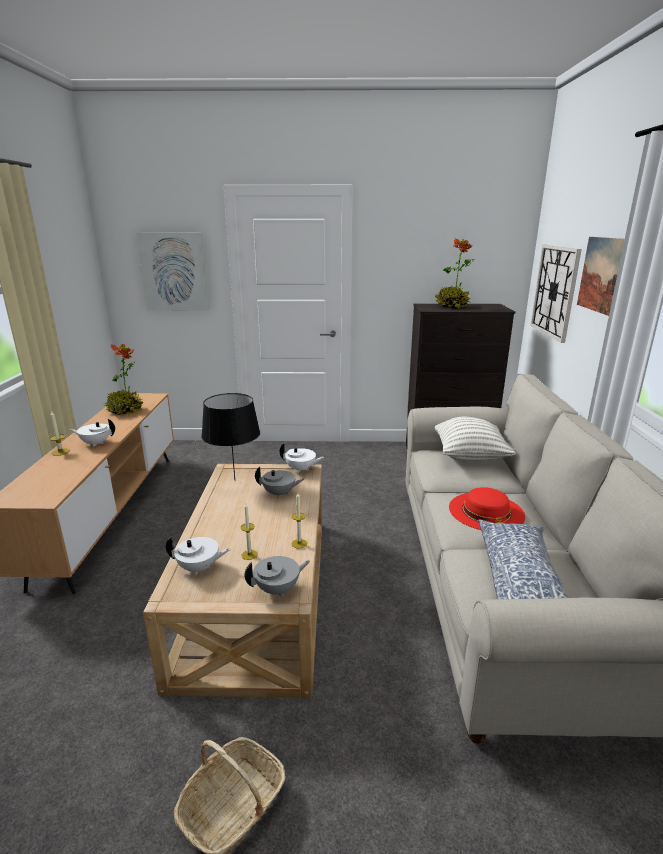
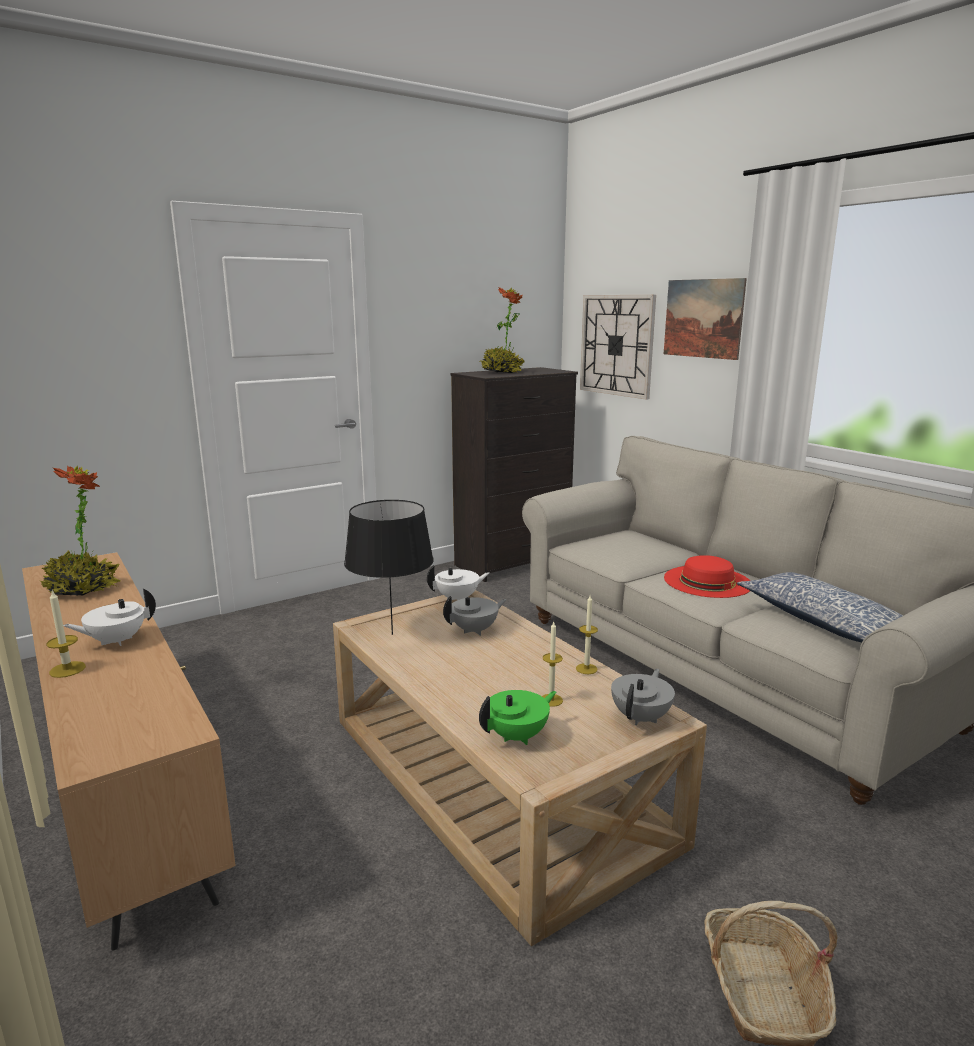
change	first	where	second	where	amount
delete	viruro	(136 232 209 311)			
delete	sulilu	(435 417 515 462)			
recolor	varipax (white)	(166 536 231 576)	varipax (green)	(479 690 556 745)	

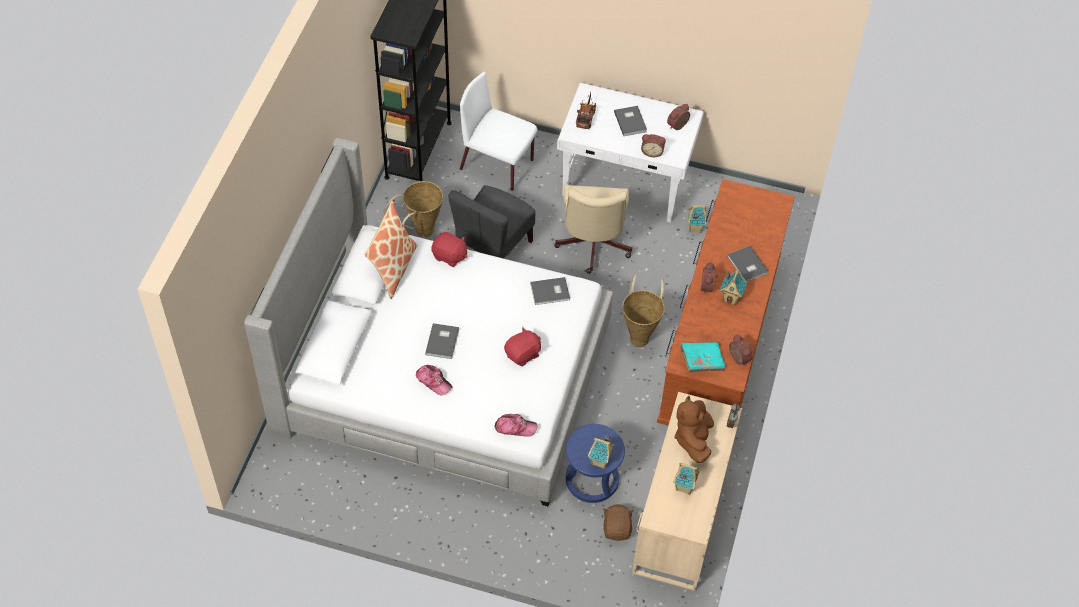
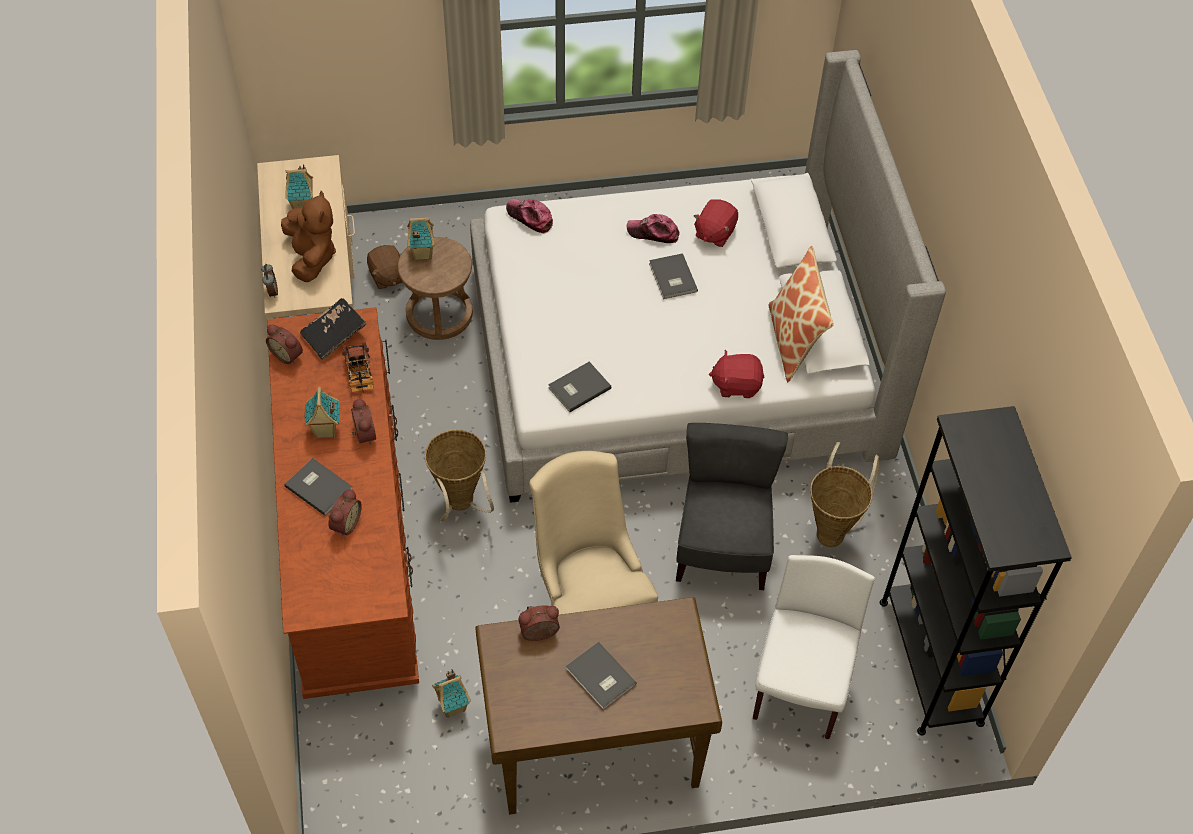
change	first	where	second	where	amount
move	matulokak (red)	(504 327 541 366)		(694 199 738 247)	
move	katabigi	(576 92 596 129)		(343 342 374 393)	
move	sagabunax	(667 104 690 130)		(328 489 362 537)	
recolor	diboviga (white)	(557 83 704 223)	diboviga (brown)	(475 597 722 815)	
recolor	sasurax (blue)	(566 424 625 503)	sasurax (brown)	(398 237 473 340)	
recolor	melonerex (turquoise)	(680 342 725 372)	melonerex (black)	(300 298 366 360)	
rotate	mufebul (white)	(460 72 537 191)		(753 555 875 739)	75 degrees counterclockwise
rotate	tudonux	(495 414 537 437)		(506 198 553 233)	60 degrees clockwise

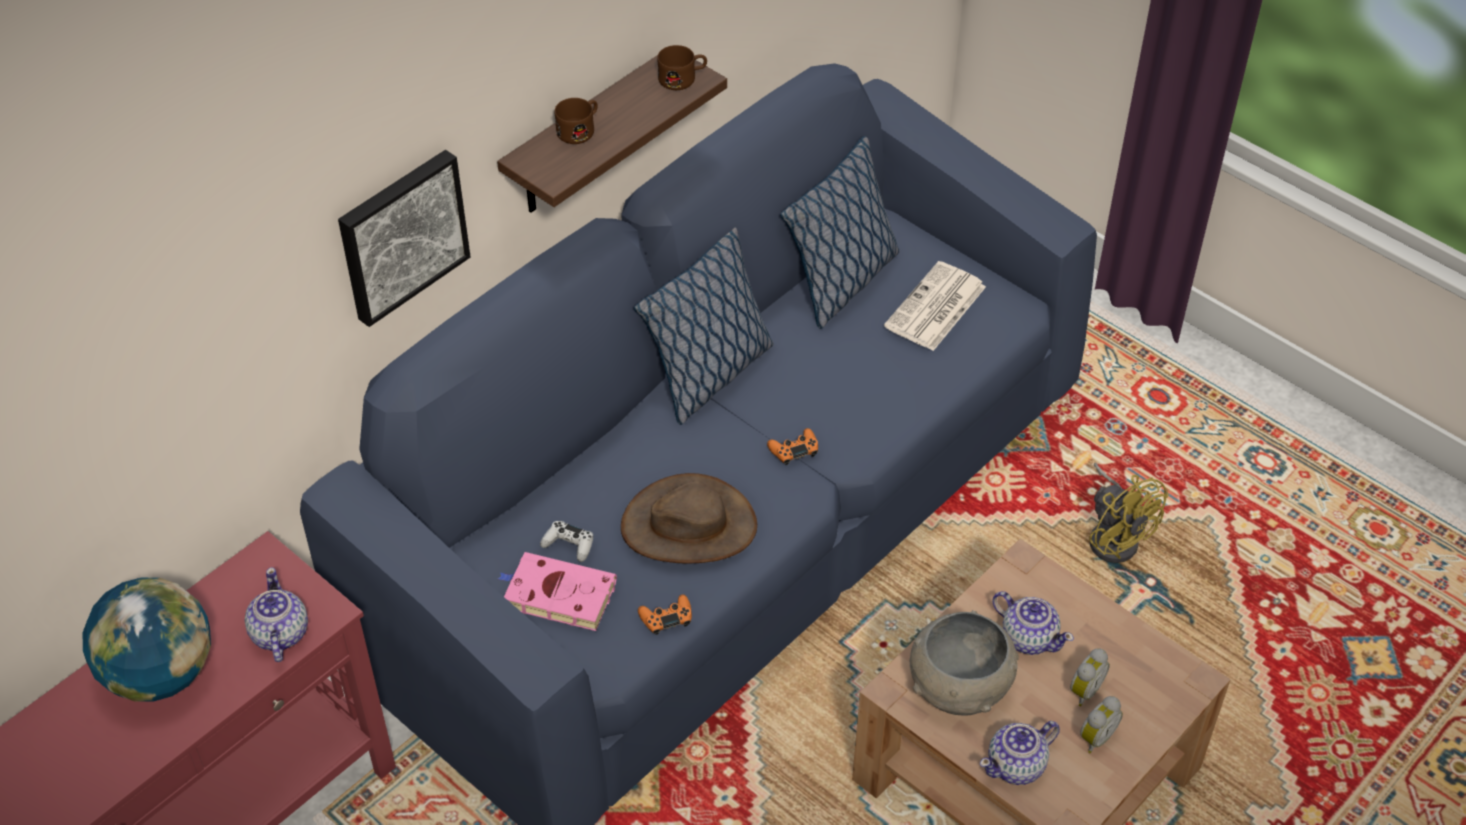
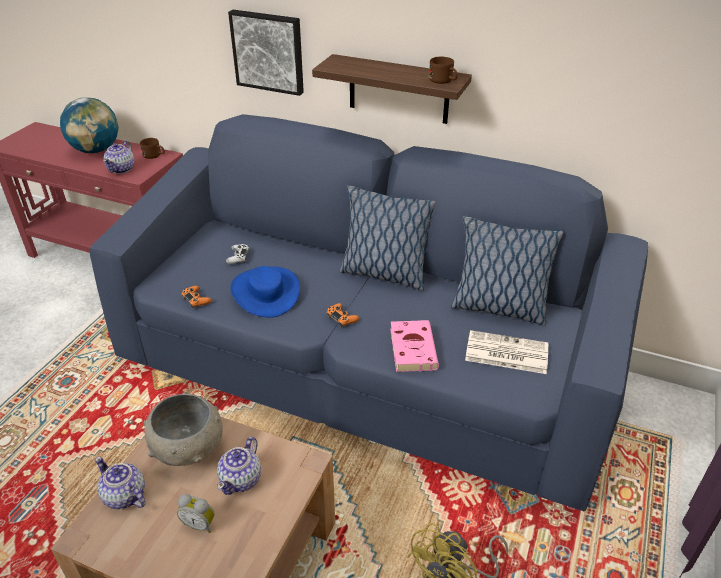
change	first	where	second	where	amount
delete	sagabunax	(1080 696 1123 753)			
move	melonerex (pink)	(498 552 617 631)		(390 320 439 372)	
move	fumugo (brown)	(555 98 598 144)		(140 138 165 159)	
recolor	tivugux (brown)	(621 473 757 563)	tivugux (blue)	(230 266 300 318)	
rotate	varipax	(244 567 308 662)		(103 141 134 174)	135 degrees clockwise

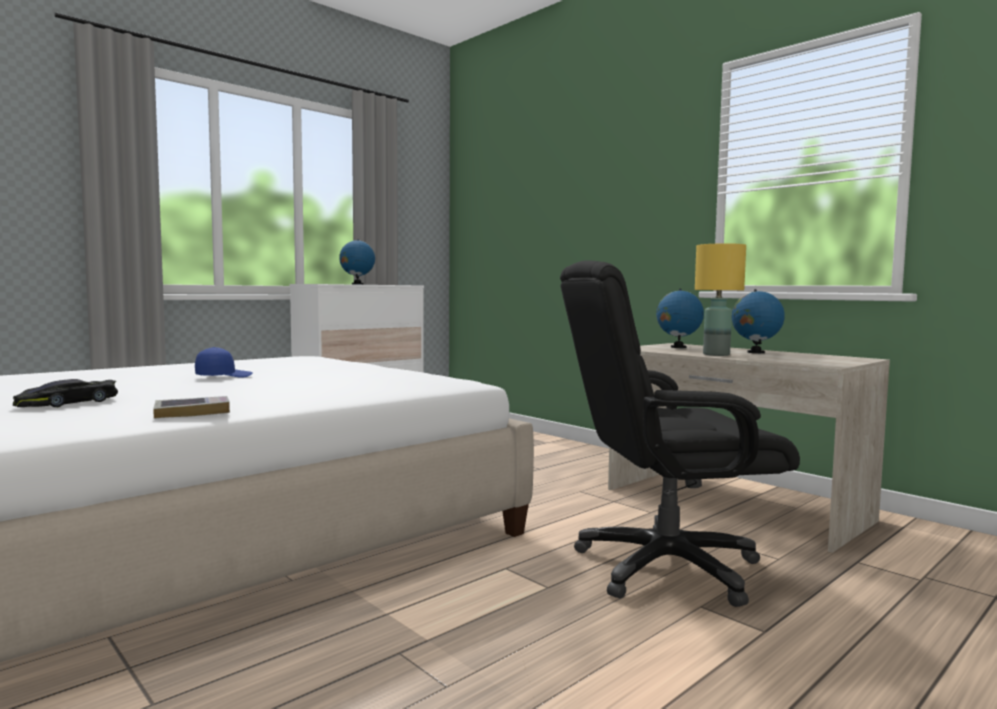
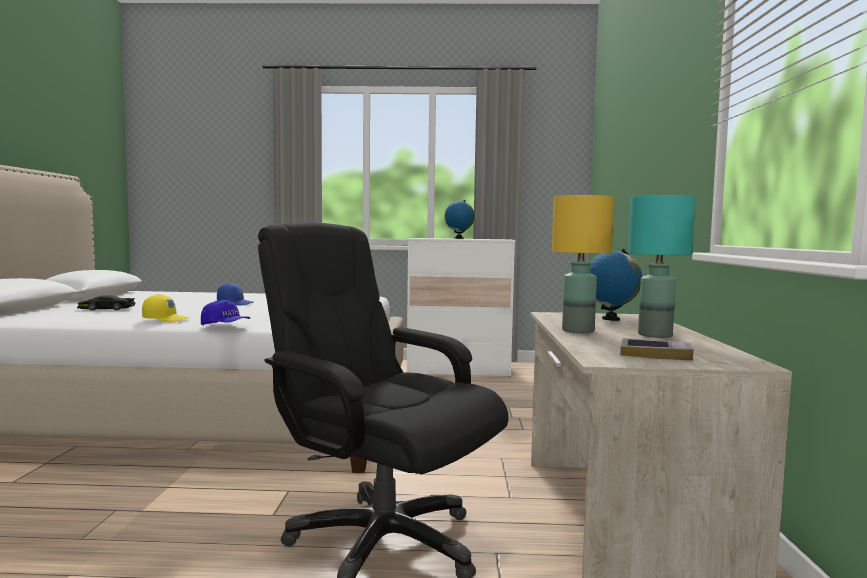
change	first	where	second	where	amount
insert			tudonux (yellow)	(142 294 189 322)	
insert			tudonux (blue)	(201 300 250 325)	
move	melonerex	(153 396 230 419)		(620 338 694 361)	
replace	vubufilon	(732 289 785 353)	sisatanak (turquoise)	(628 195 695 338)	

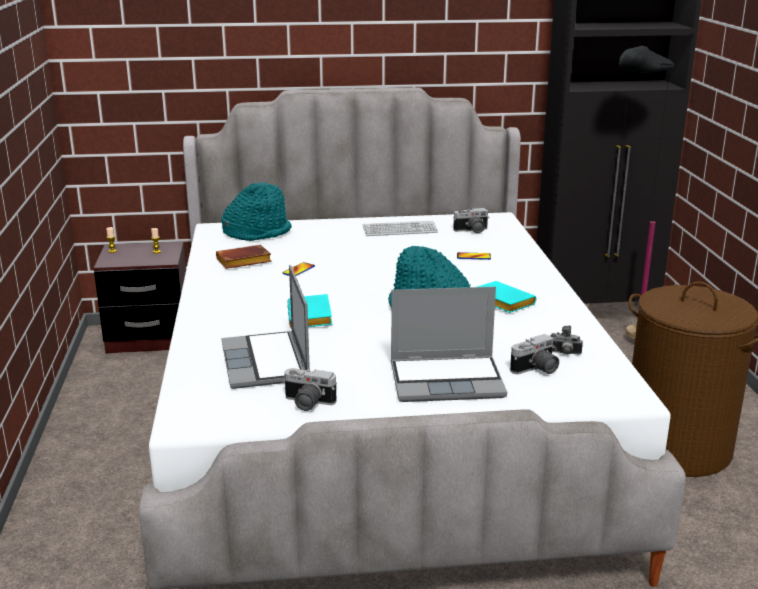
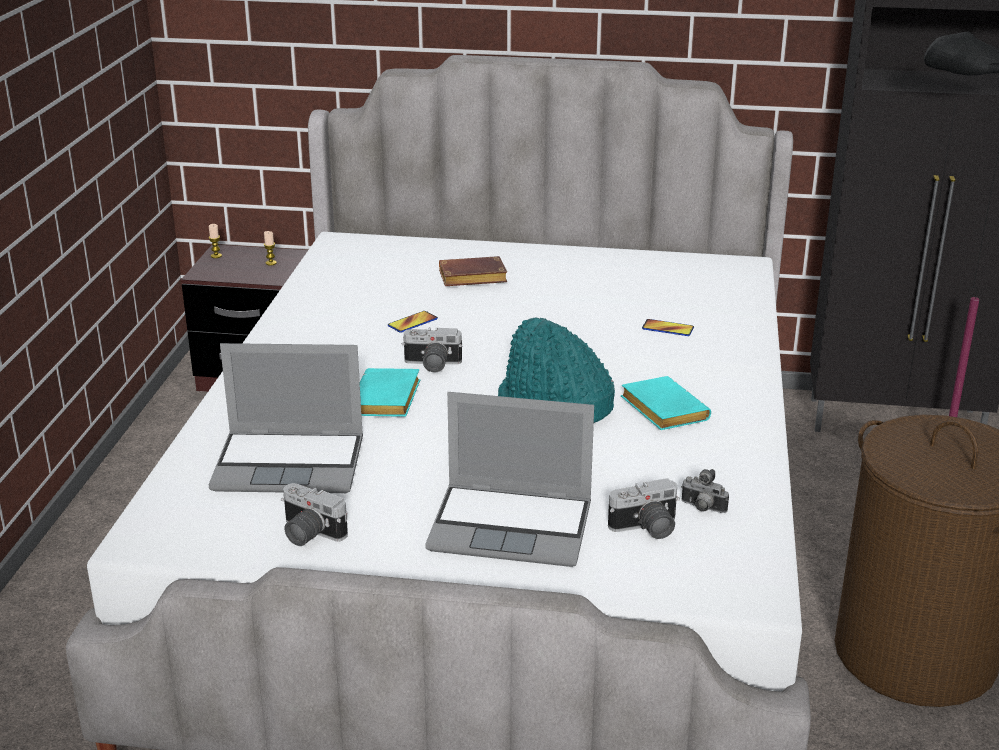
change	first	where	second	where	amount
delete	tivugux (turquoise)	(221 182 291 241)			
delete	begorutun	(363 221 438 236)			
move	melonerex (brown)	(216 245 272 269)		(439 256 507 286)	
move	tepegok	(453 208 488 233)		(402 327 463 372)	
rotate	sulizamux	(221 265 310 389)		(208 343 363 493)	90 degrees counterclockwise

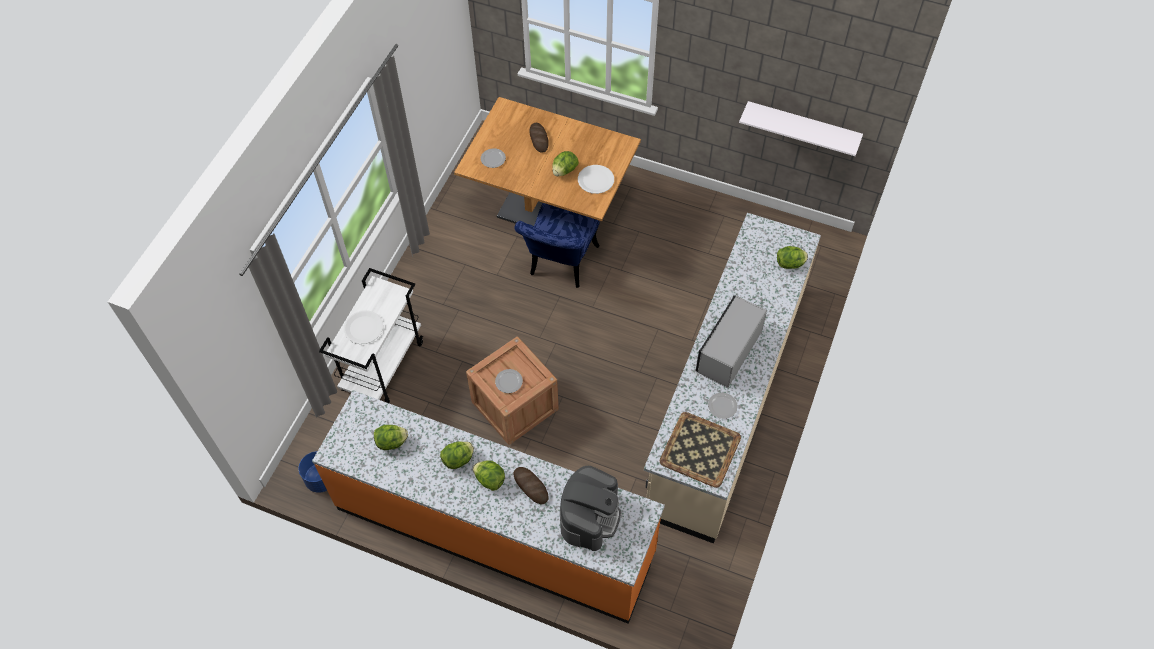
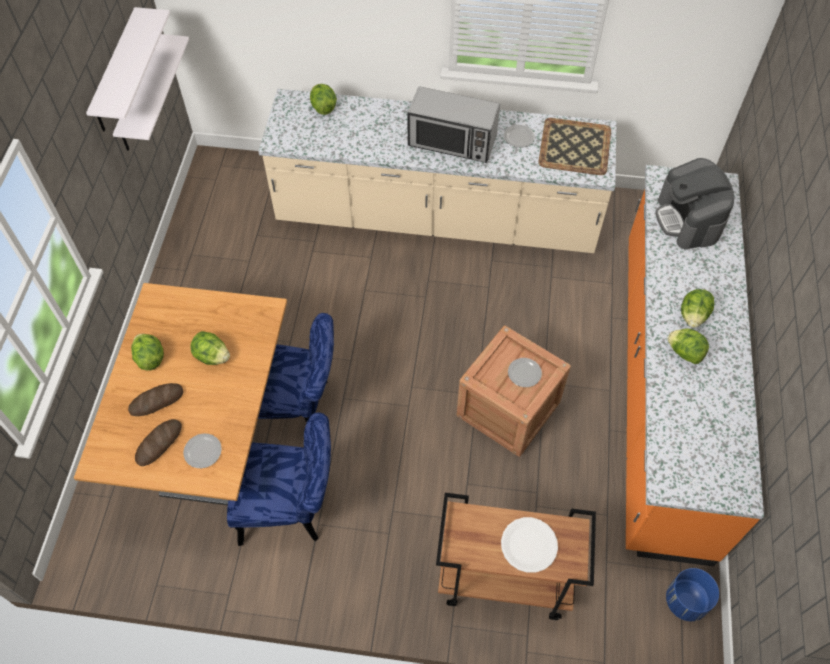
change	first	where	second	where	amount
delete	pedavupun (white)	(578 165 614 194)			
insert			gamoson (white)	(86 7 170 131)	
insert			mufebul (blue)	(227 412 331 546)	
move	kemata	(374 425 408 450)		(131 334 164 371)	
move	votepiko	(513 467 549 504)		(135 419 182 466)	
recolor	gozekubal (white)	(319 268 423 403)	gozekubal (brown)	(436 493 596 620)	
rotate	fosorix	(560 466 621 551)		(655 158 734 250)	105 degrees counterclockwise

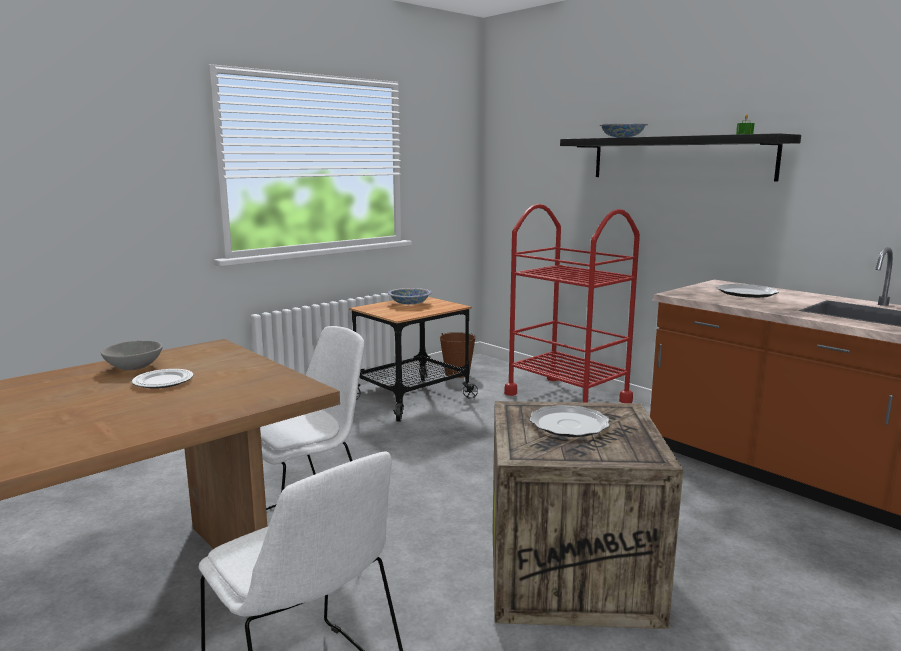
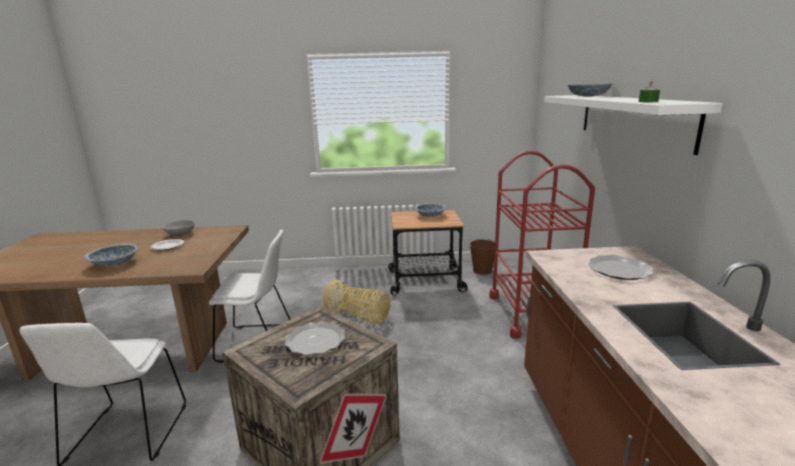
change	first	where	second	where	amount
insert			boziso	(84 244 139 267)	
insert			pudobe	(323 280 391 324)	
recolor	gamoson (black)	(560 133 801 182)	gamoson (white)	(544 95 723 155)	

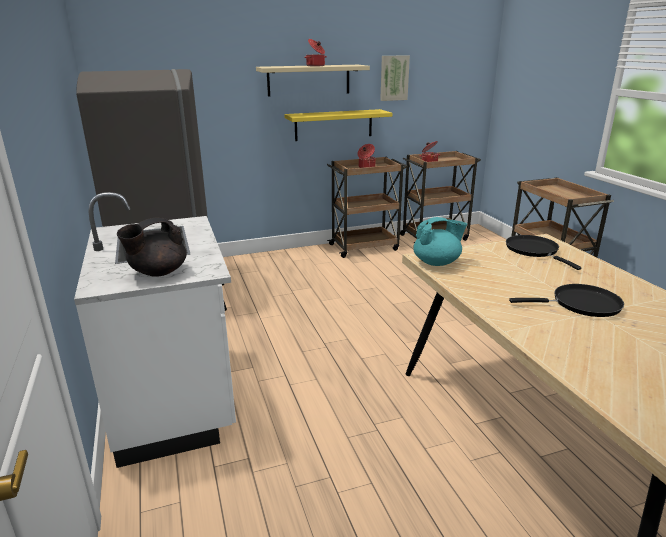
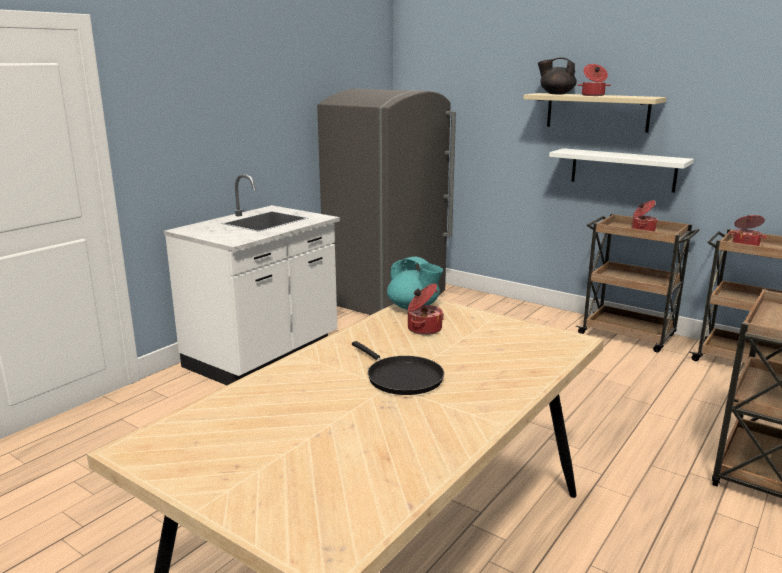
change	first	where	second	where	amount
delete	viruro	(380 55 410 101)			
delete	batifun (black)	(506 235 581 270)			
insert			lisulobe	(408 283 444 335)	
move	varipax (black)	(117 218 187 277)		(538 57 577 94)	
recolor	gamoson (yellow)	(284 109 392 141)	gamoson (white)	(549 148 694 193)	

